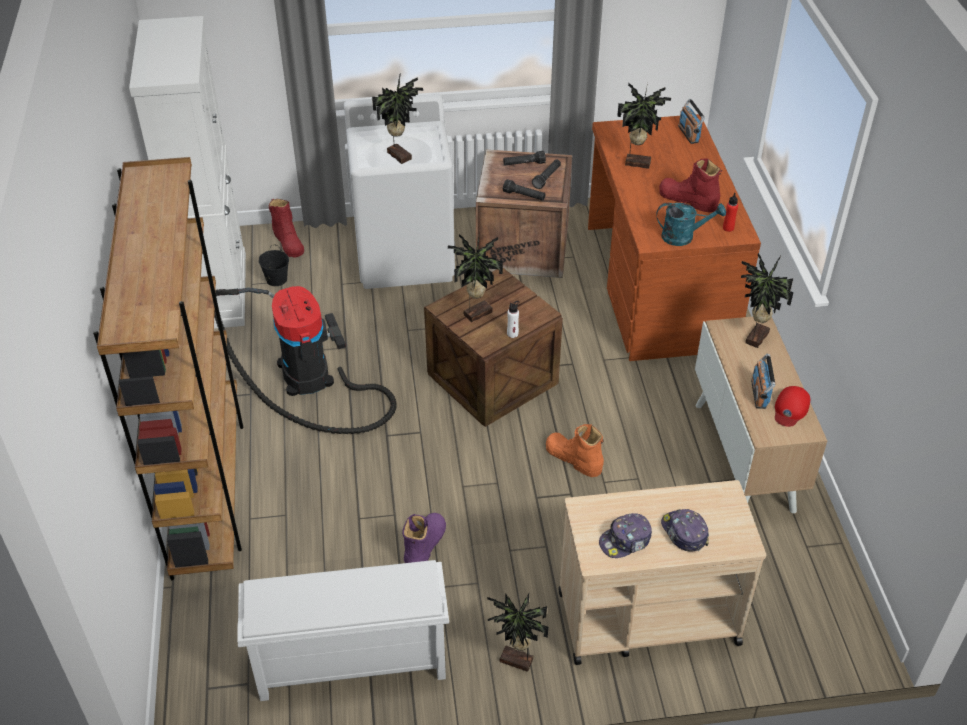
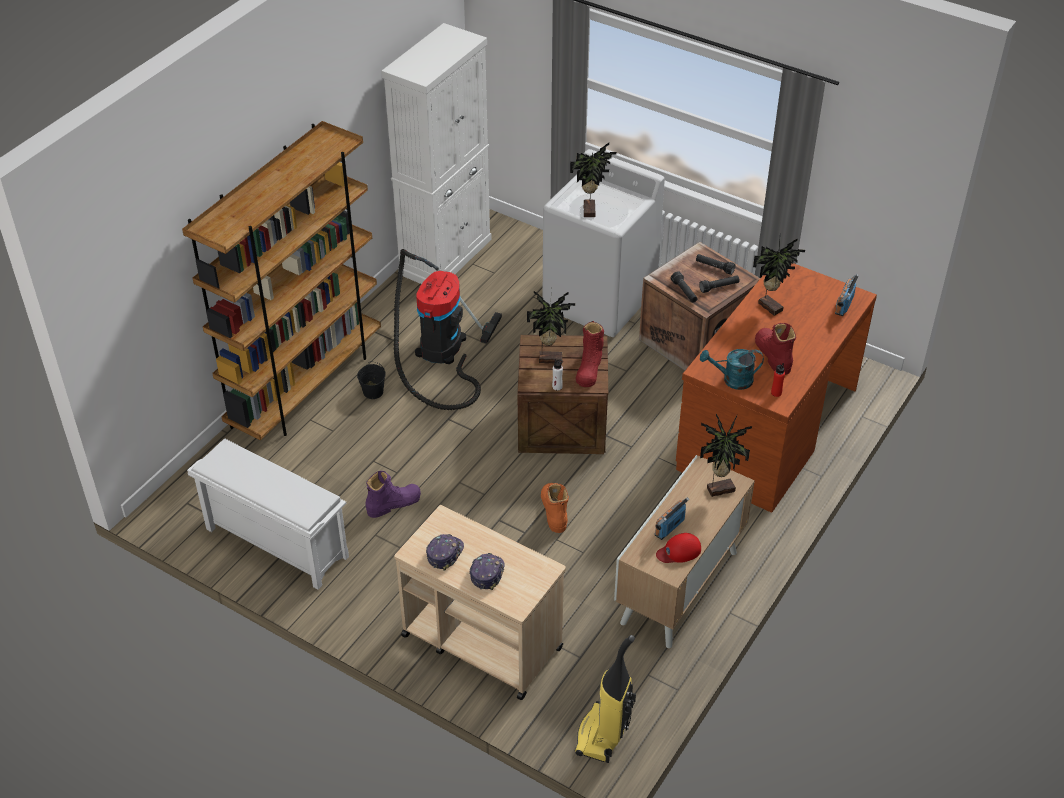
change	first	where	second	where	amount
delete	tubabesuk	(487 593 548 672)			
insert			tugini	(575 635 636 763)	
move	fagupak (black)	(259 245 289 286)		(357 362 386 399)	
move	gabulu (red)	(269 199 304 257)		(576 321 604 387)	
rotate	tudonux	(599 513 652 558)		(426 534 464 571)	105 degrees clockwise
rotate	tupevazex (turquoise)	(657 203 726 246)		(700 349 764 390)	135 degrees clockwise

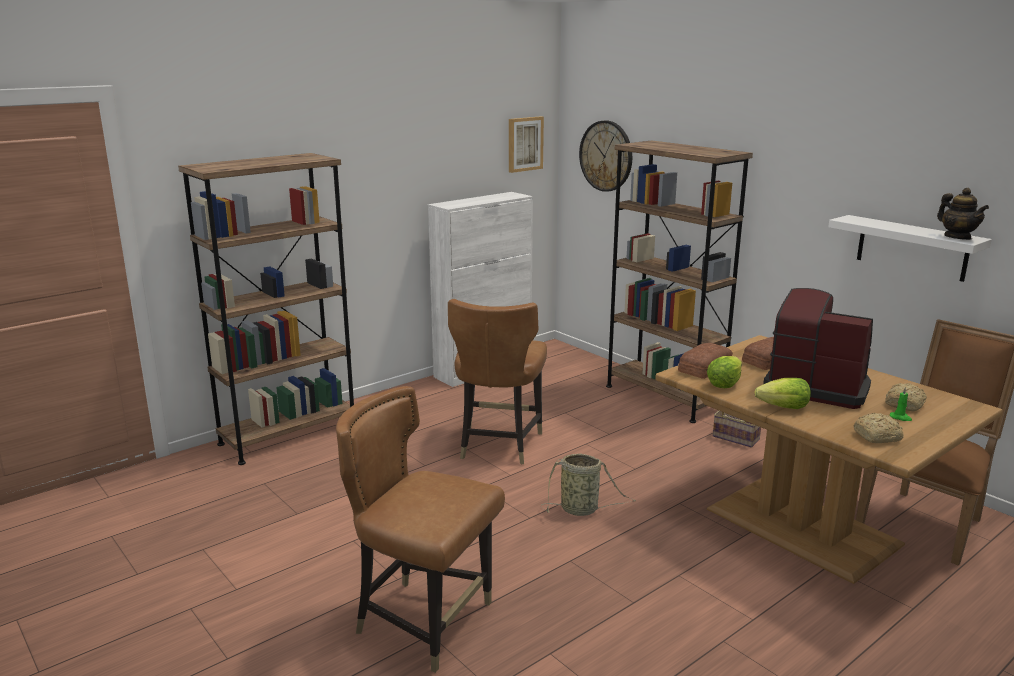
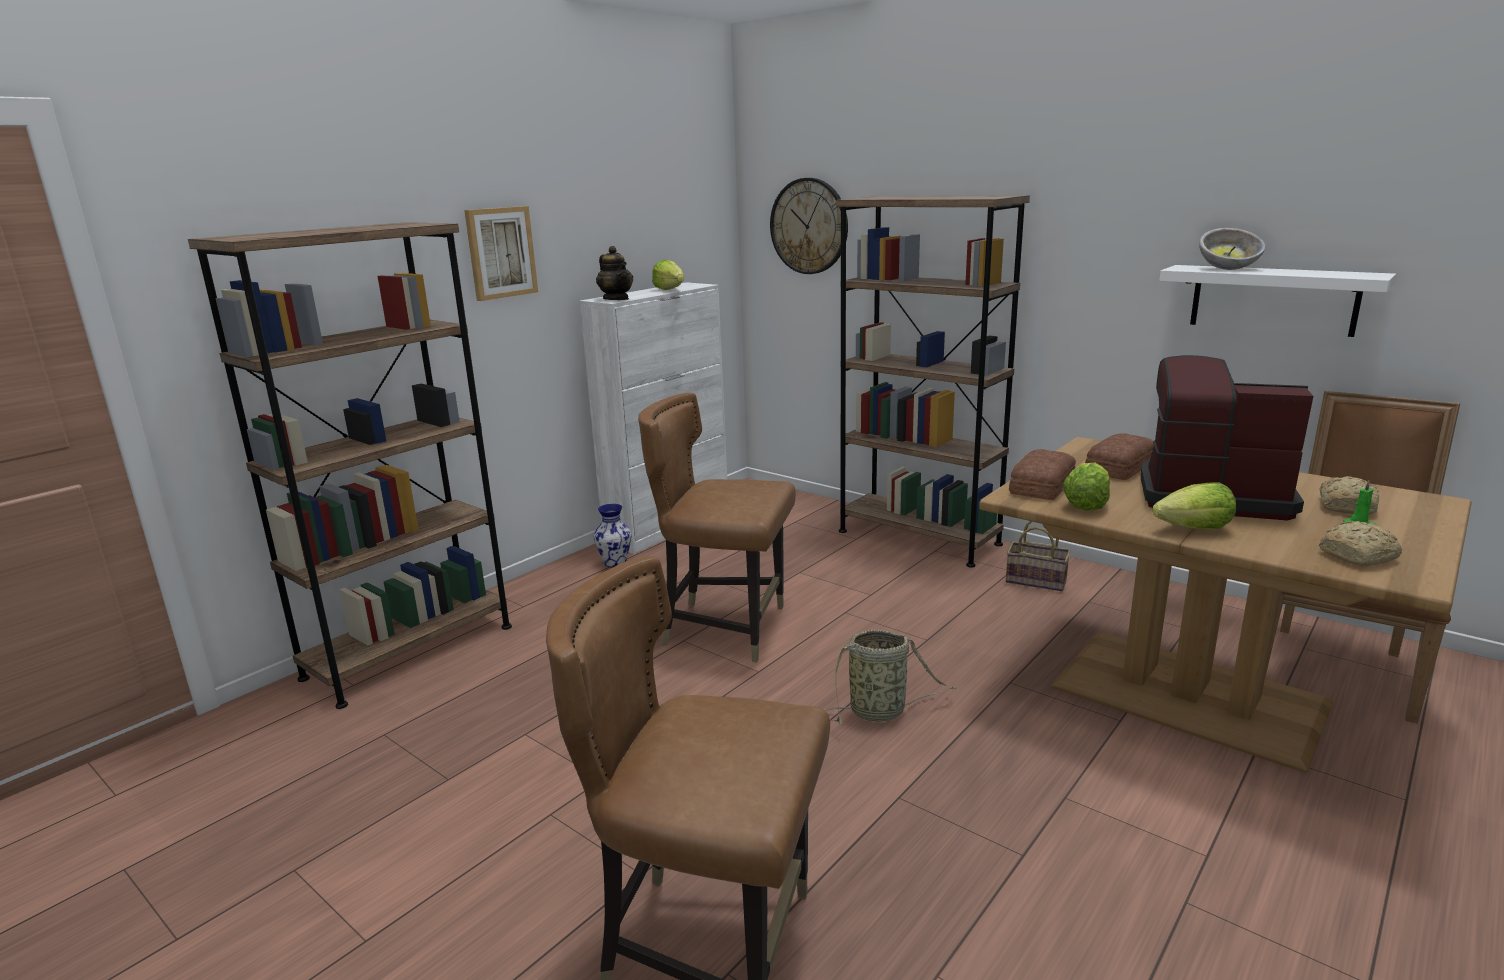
change	first	where	second	where	amount
insert			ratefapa	(594 504 632 568)	
insert			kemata	(652 260 684 290)	
insert			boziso	(1199 228 1265 270)	
move	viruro	(509 116 544 173)		(464 206 538 301)	
move	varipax	(937 188 989 240)		(596 246 633 300)	
rotate	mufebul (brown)	(448 299 547 465)		(638 393 796 662)	105 degrees clockwise

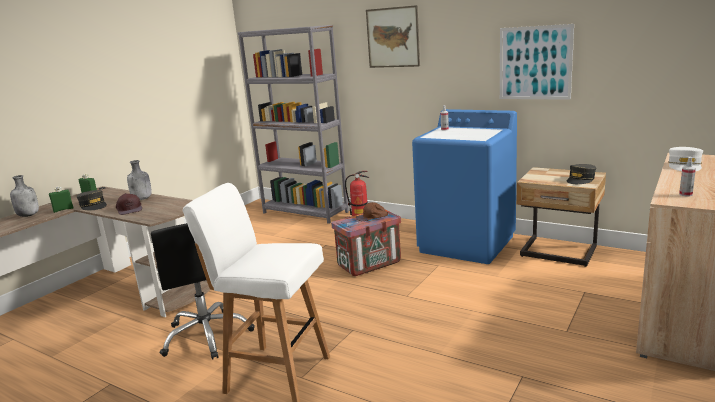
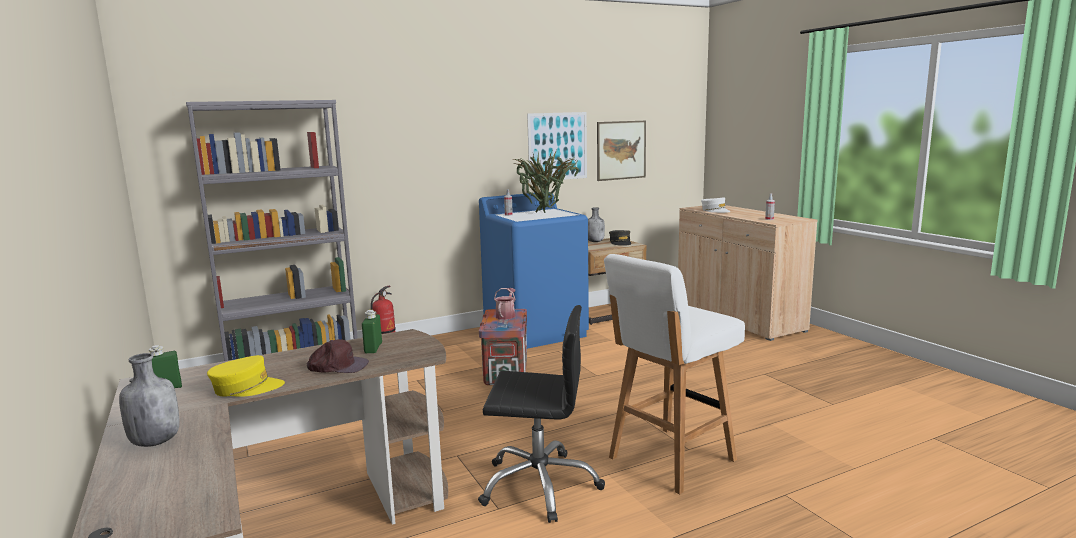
change	first	where	second	where	amount
insert			tubabesuk	(514 149 579 213)	
move	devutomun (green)	(49 186 73 213)		(362 310 382 353)	
move	devutomun (grey)	(127 160 152 200)		(588 207 605 242)	
move	viruro	(366 5 420 68)		(597 121 646 181)	
replace	tudonux (brown)	(356 202 388 221)	tupevazex	(494 288 516 320)	
recolor	tudonux (grey)	(76 190 107 210)	tudonux (yellow)	(207 355 285 397)	

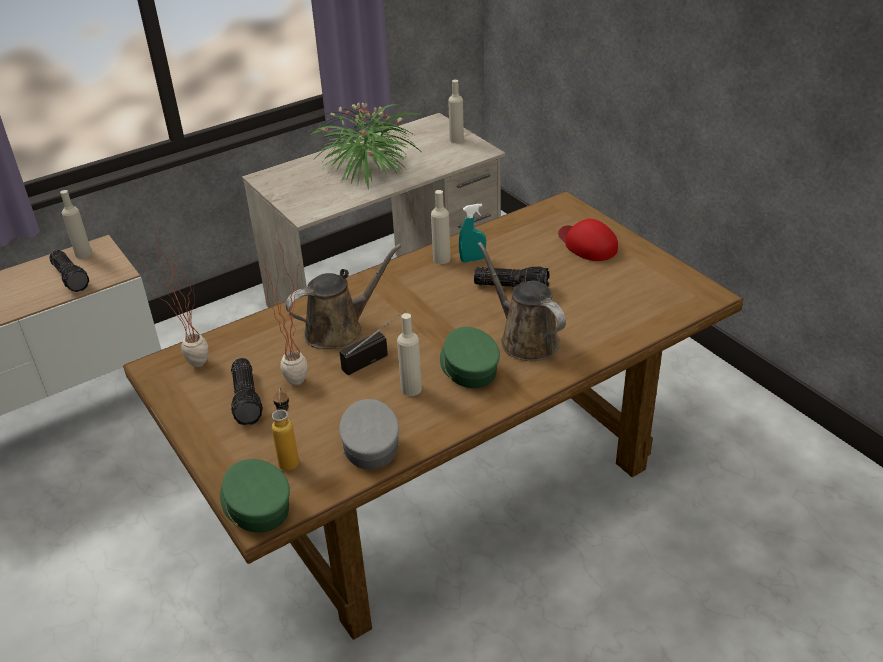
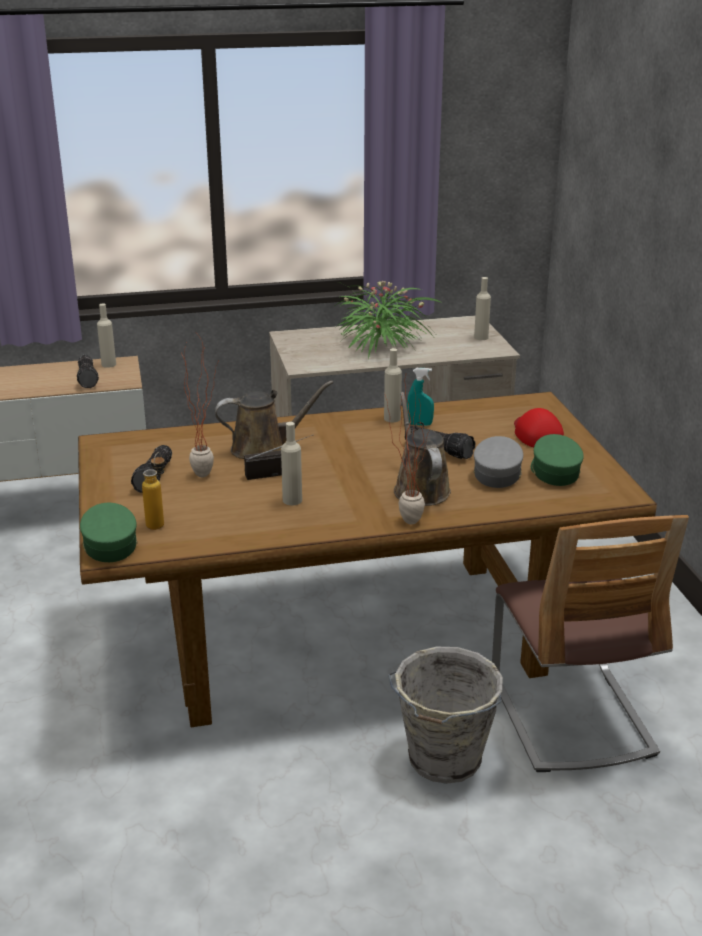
change	first	where	second	where	amount
insert			fagupak (grey)	(388 647 503 784)	
insert			mufebul	(492 515 689 772)	
move	tubabesuk	(138 228 208 367)		(385 376 430 524)	
move	tudonux (grey)	(339 399 400 470)		(473 436 523 488)	
move	tudonux (green)	(440 327 500 388)		(531 434 584 486)	

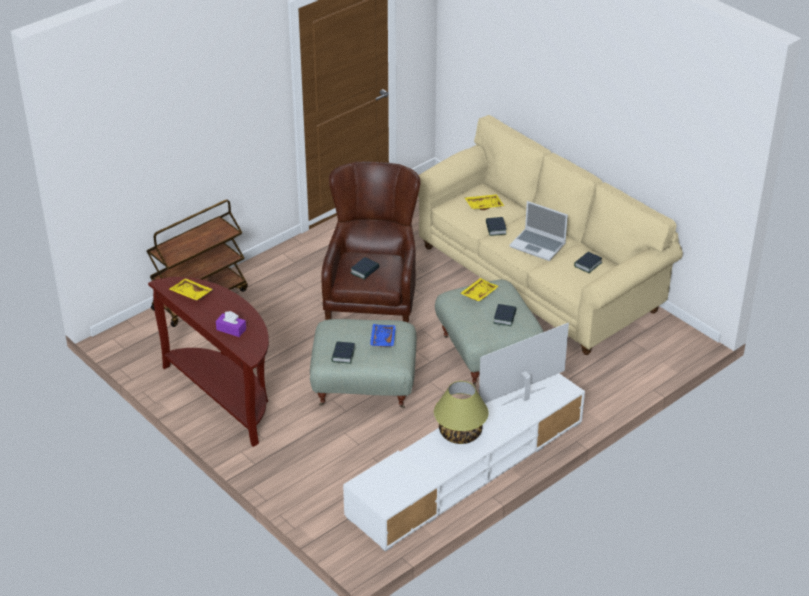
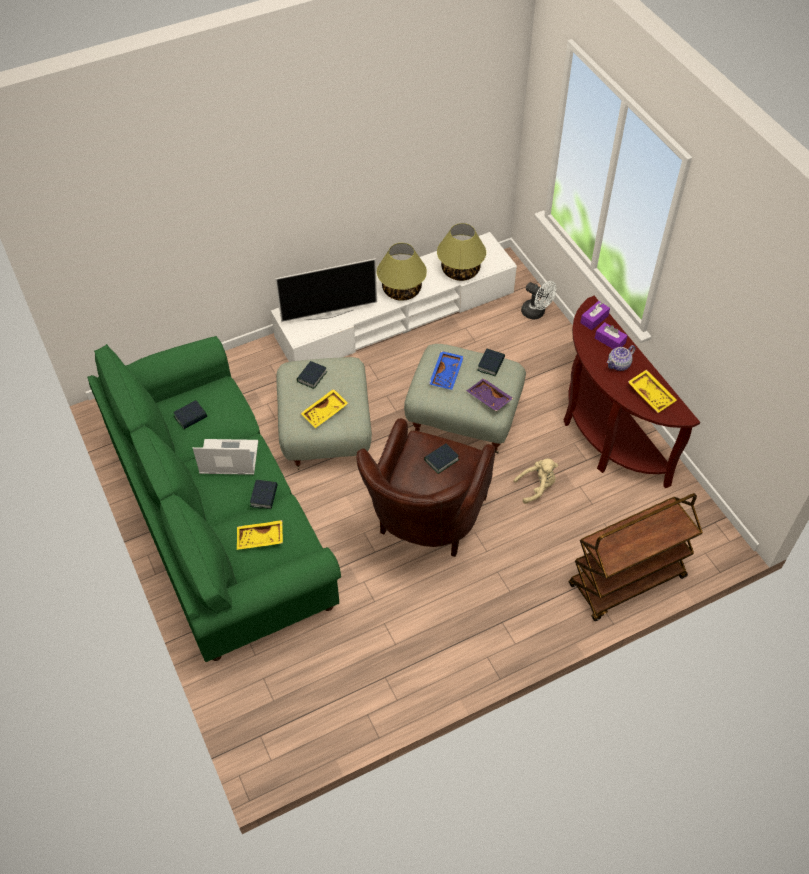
change	first	where	second	where	amount
insert			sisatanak	(437 223 486 281)	
insert			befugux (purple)	(466 378 513 411)	
insert			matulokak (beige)	(513 458 558 504)	
insert			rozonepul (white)	(521 281 556 320)	
insert			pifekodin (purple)	(580 301 610 330)	
insert			varipax	(607 345 635 371)	
recolor	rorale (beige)	(418 115 683 355)	rorale (green)	(87 336 341 662)	
rotate	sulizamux	(509 201 568 261)		(193 439 258 475)	45 degrees counterclockwise

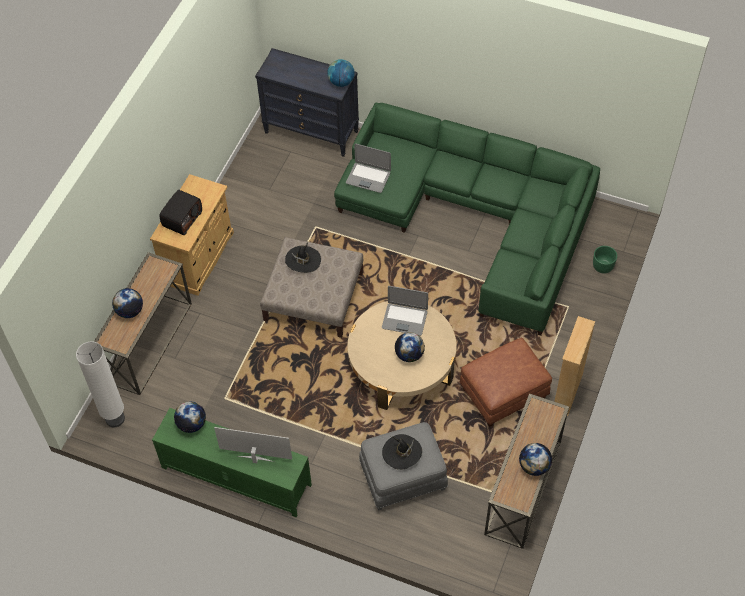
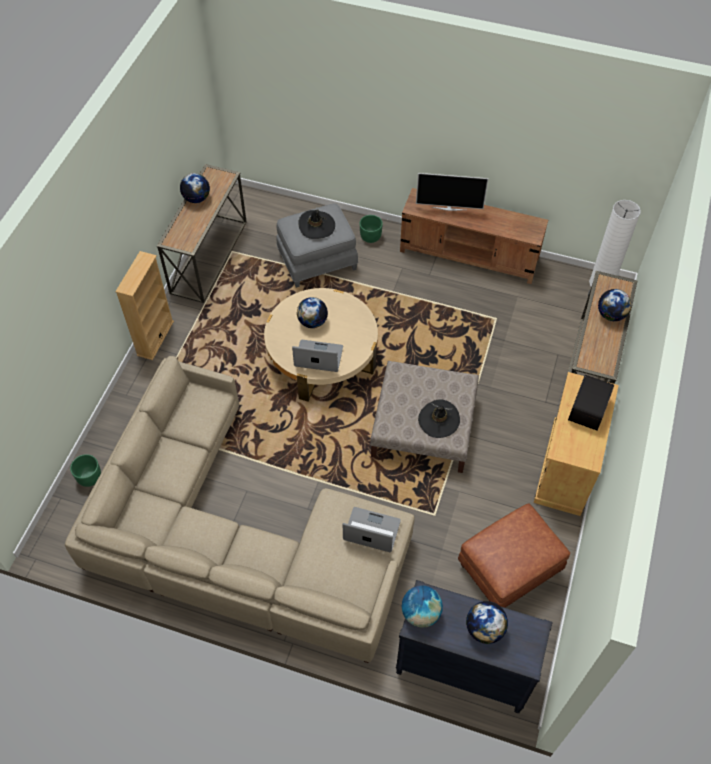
change	first	where	second	where	amount
insert			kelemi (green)	(360 215 383 243)	
move	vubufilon	(174 401 206 433)		(466 601 508 644)	
move	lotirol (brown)	(459 338 552 427)		(458 503 570 608)	
recolor	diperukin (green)	(152 408 312 518)	diperukin (brown)	(400 188 548 284)	
recolor	rorale (green)	(334 103 600 336)	rorale (beige)	(65 356 415 663)	

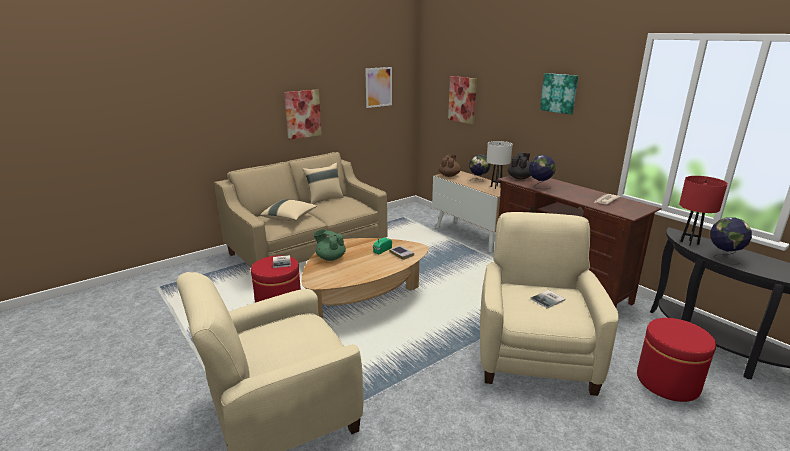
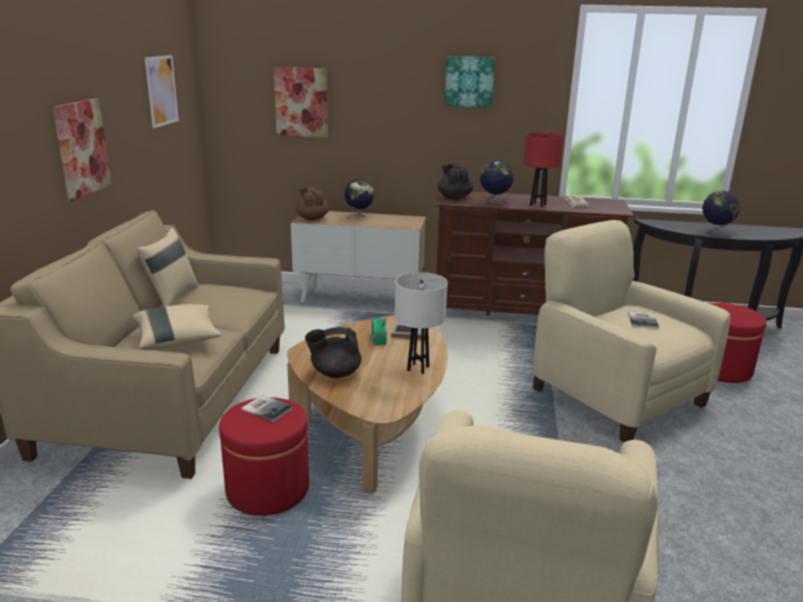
change	first	where	second	where	amount
move	sisatanak (white)	(487 141 513 189)		(395 272 448 374)	
move	sisatanak (red)	(679 176 728 246)		(524 133 564 207)	
recolor	varipax (green)	(313 229 346 261)	varipax (black)	(305 327 361 378)	

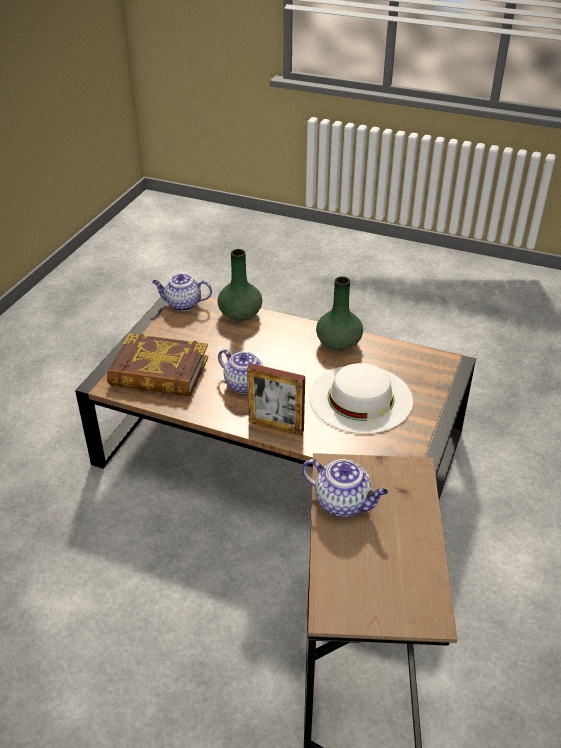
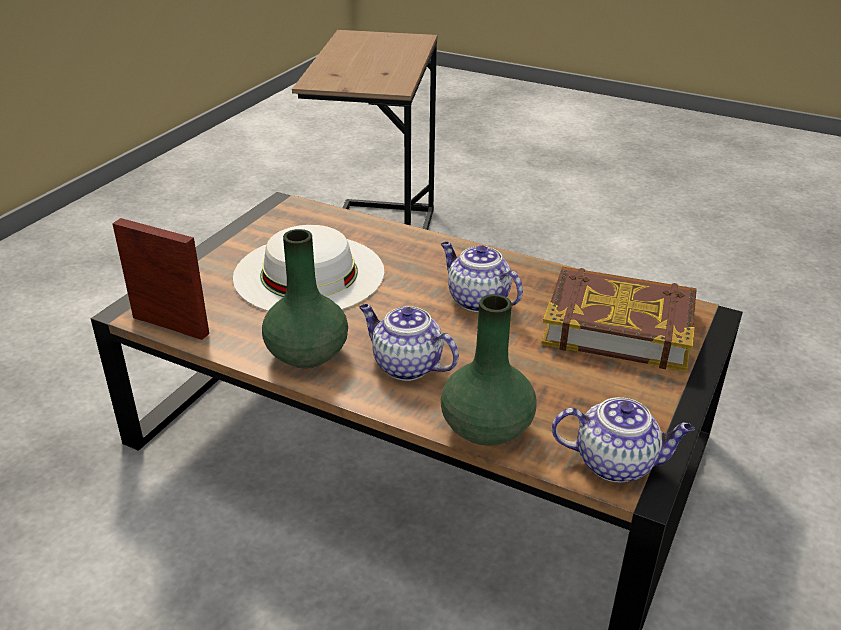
change	first	where	second	where	amount
move	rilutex	(247 363 305 436)		(112 218 209 340)	
move	varipax	(302 459 388 517)		(359 304 459 381)	

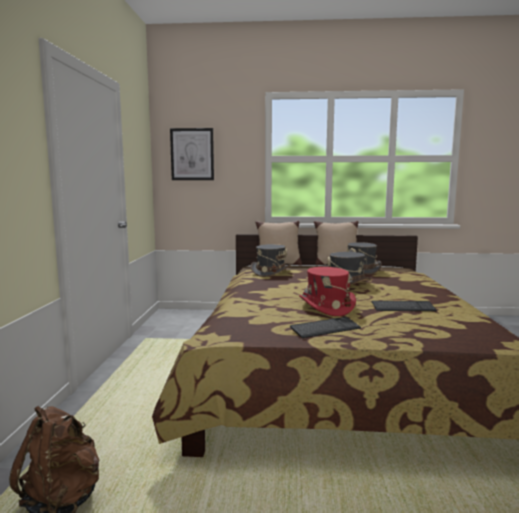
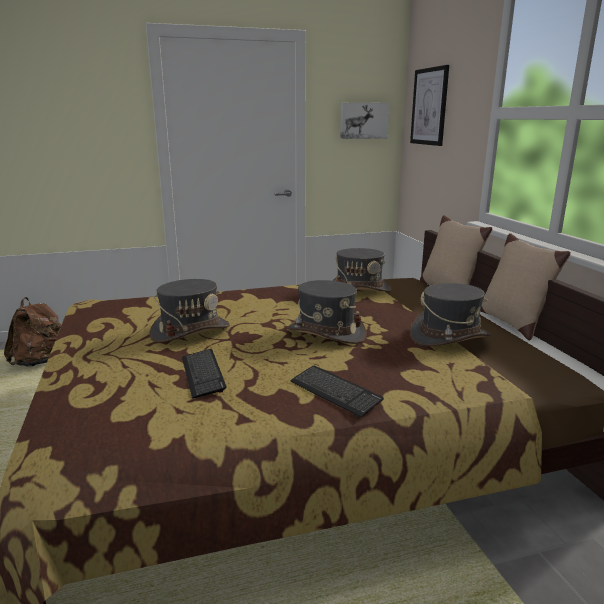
change	first	where	second	where	amount
insert			viruro	(340 103 389 139)	
move	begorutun	(290 317 361 338)		(291 366 384 417)	
recolor	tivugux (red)	(299 267 356 316)	tivugux (grey)	(149 279 230 342)	

